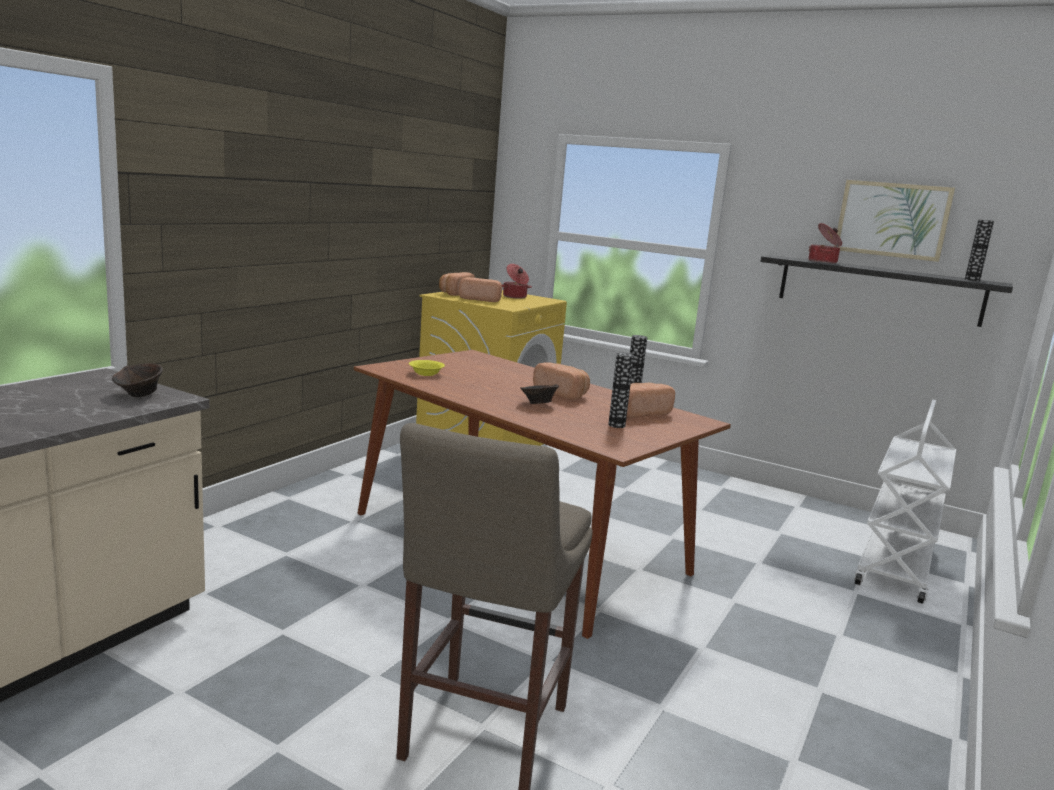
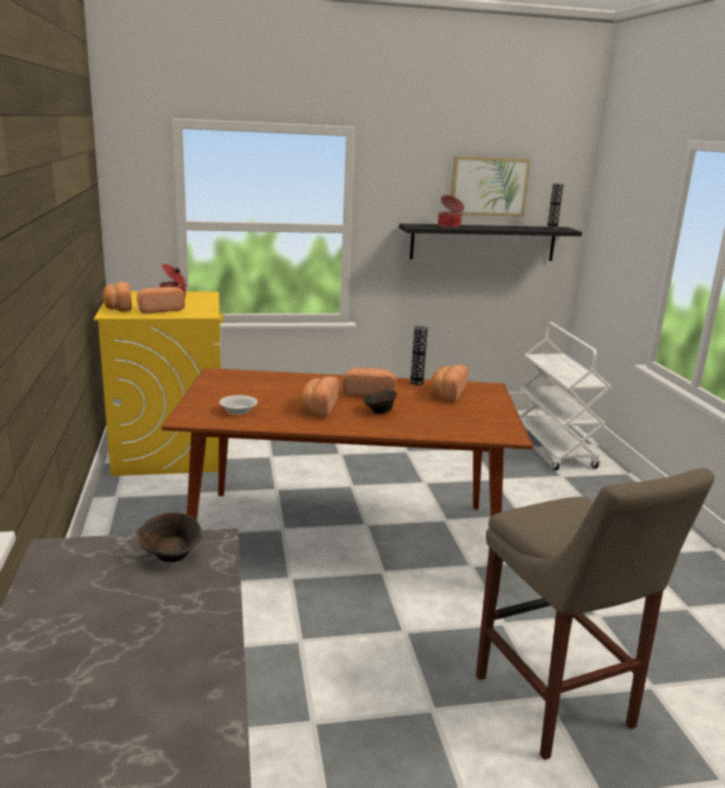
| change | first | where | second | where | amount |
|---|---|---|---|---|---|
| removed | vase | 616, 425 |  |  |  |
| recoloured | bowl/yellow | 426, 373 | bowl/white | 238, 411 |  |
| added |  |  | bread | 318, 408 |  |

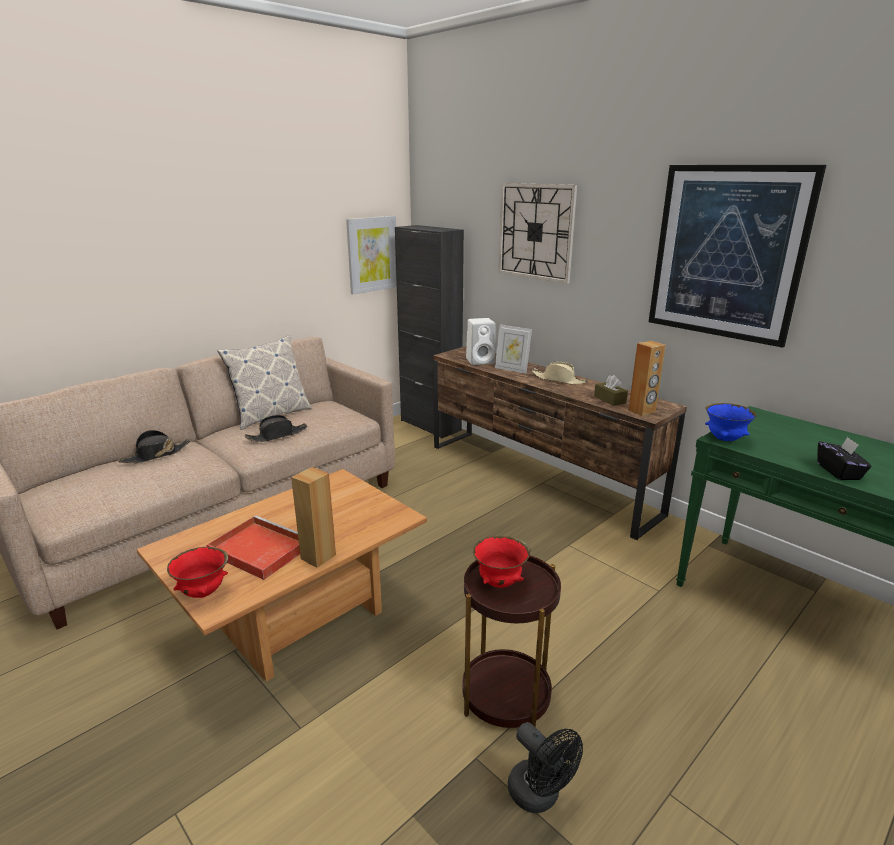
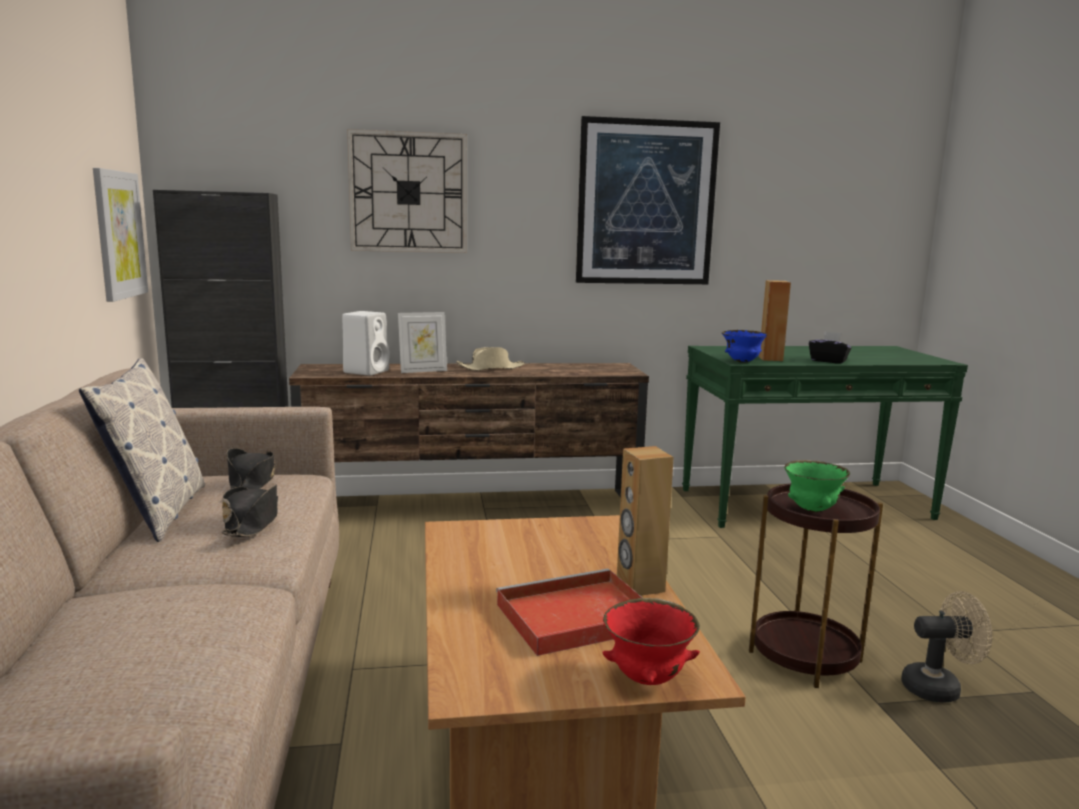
| change | first | where | second | where | amount |
|---|---|---|---|---|---|
| moved | speaker/brown | 642, 411 |  | 771, 359 |  |
| removed | tissue box/brown | 609, 399 |  |  |  |
| moved | hat/black | 156, 455 |  | 252, 482 |  |
| recoloured | bowl/red | 500, 583 | bowl/green | 812, 510 |  |
| recoloured | fan/black | 540, 796 | fan/beige | 939, 688 |  |

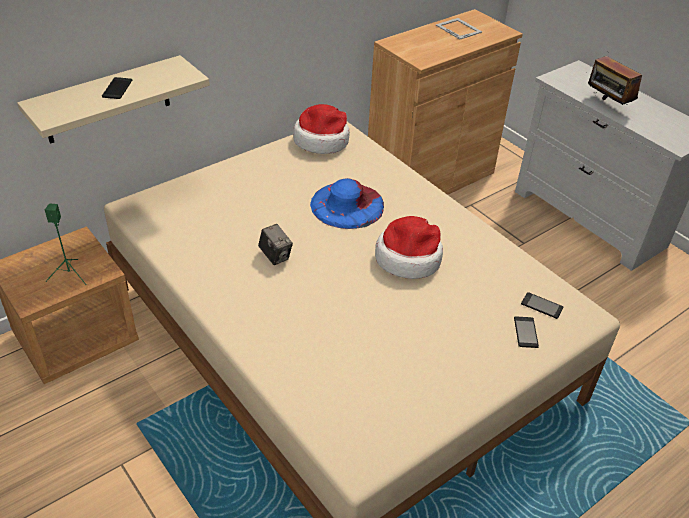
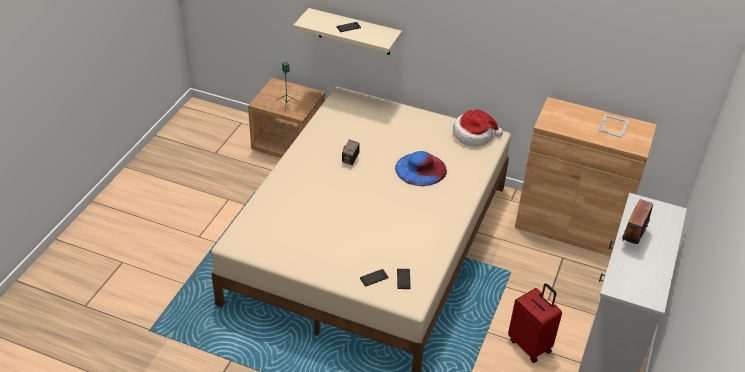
| change | first | where | second | where | amount |
|---|---|---|---|---|---|
| removed | hat | 408, 258 |  |  |  |
| added |  |  | suitcase/red | 530, 345 |  |

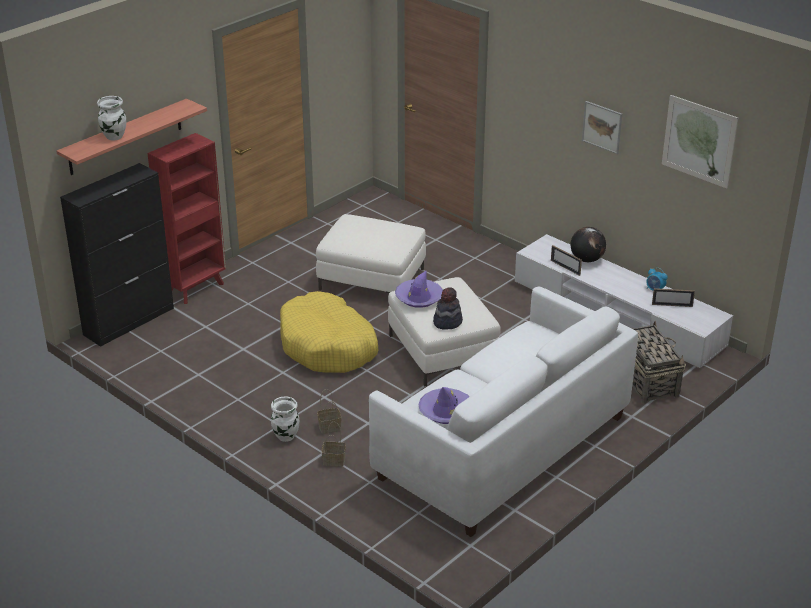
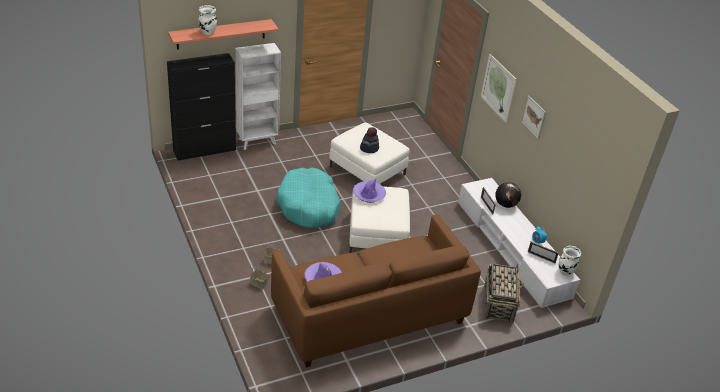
| change | first | where | second | where | amount |
|---|---|---|---|---|---|
| moved | picture | 699, 141 |  | 498, 88 |  |
| recoloured | bookcase/red | 196, 288 | bookcase/white | 258, 141 |  |
| recoloured | sofa/white | 503, 447 | sofa/brown | 369, 314 |  |
| moved | hat | 447, 322 |  | 369, 148 |  |
| recoloured | dog bed/yellow | 328, 346 | dog bed/turquoise | 309, 206 |  |
| moved | vase/white | 286, 436 |  | 565, 272 |  |

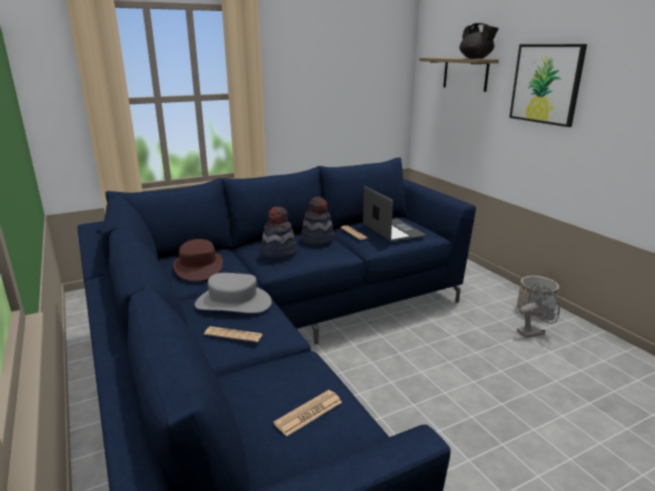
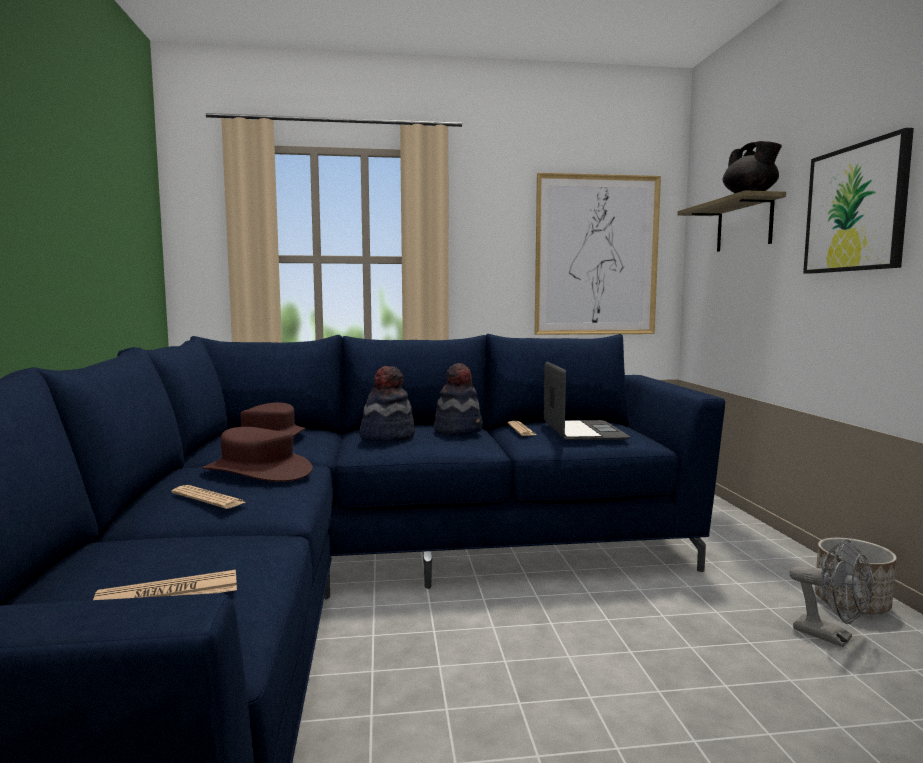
| change | first | where | second | where | amount |
|---|---|---|---|---|---|
| recoloured | hat/grey | 233, 303 | hat/brown | 258, 471 |  |
| turned | fan/grey | 534, 332 |  | 831, 637 | 45 degrees clockwise |
| added |  |  | picture | 596, 255 |  |

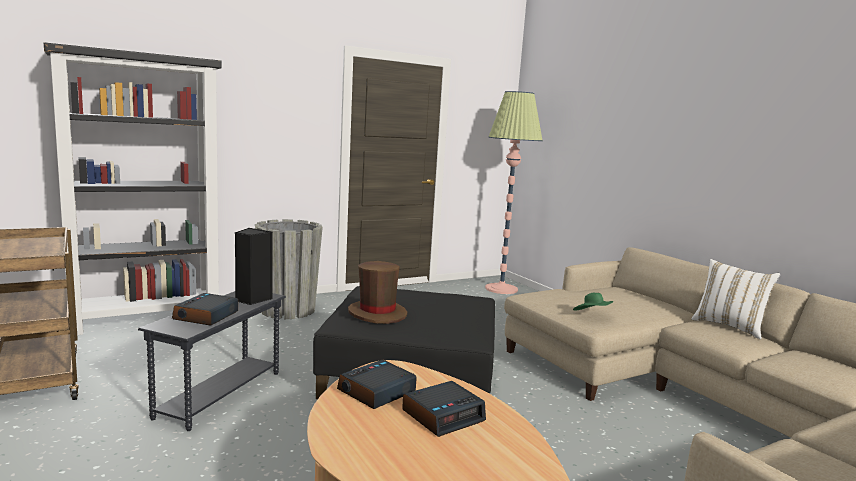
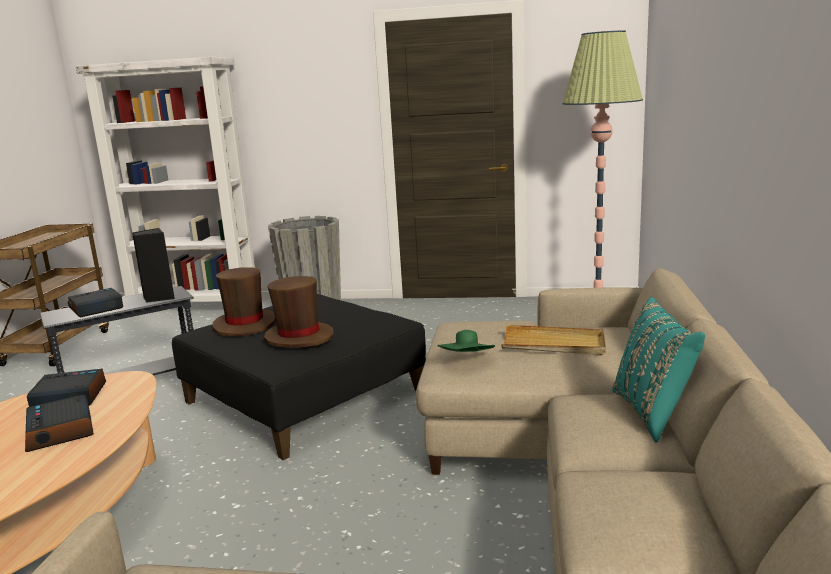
| change | first | where | second | where | amount |
|---|---|---|---|---|---|
| recoloured | bookcase/black | 147, 319 | bookcase/white | 196, 308 |  |
| recoloured | pillow/white | 729, 326 | pillow/turquoise | 653, 413 |  |
| turned | alarm clock | 443, 415 |  | 61, 431 | 60 degrees clockwise |
| added |  |  | hat/brown | 299, 337 |  |
| added |  |  | tray/beige | 553, 344 |  |

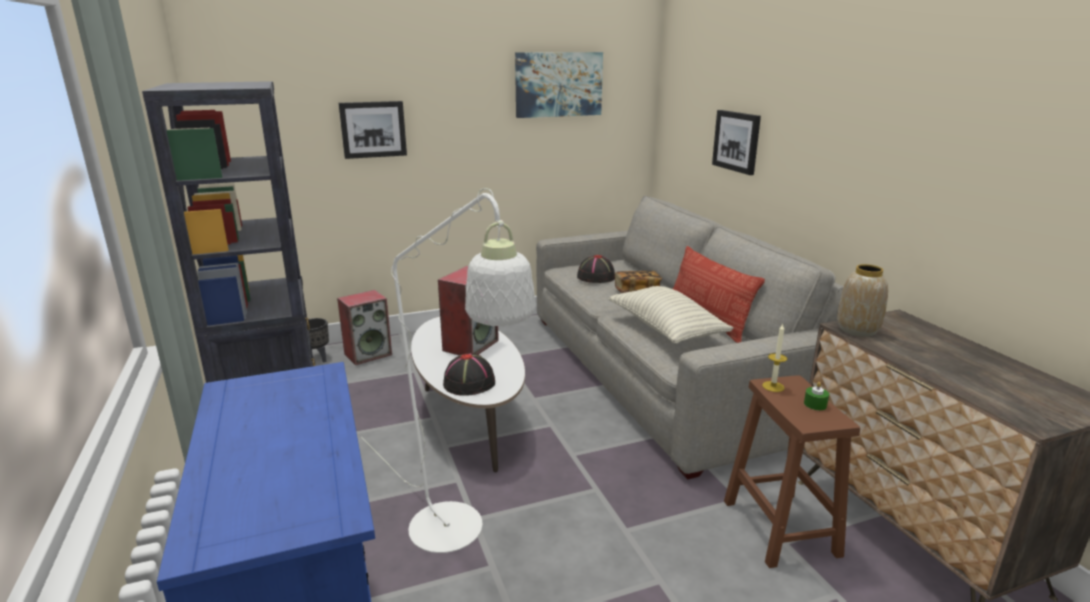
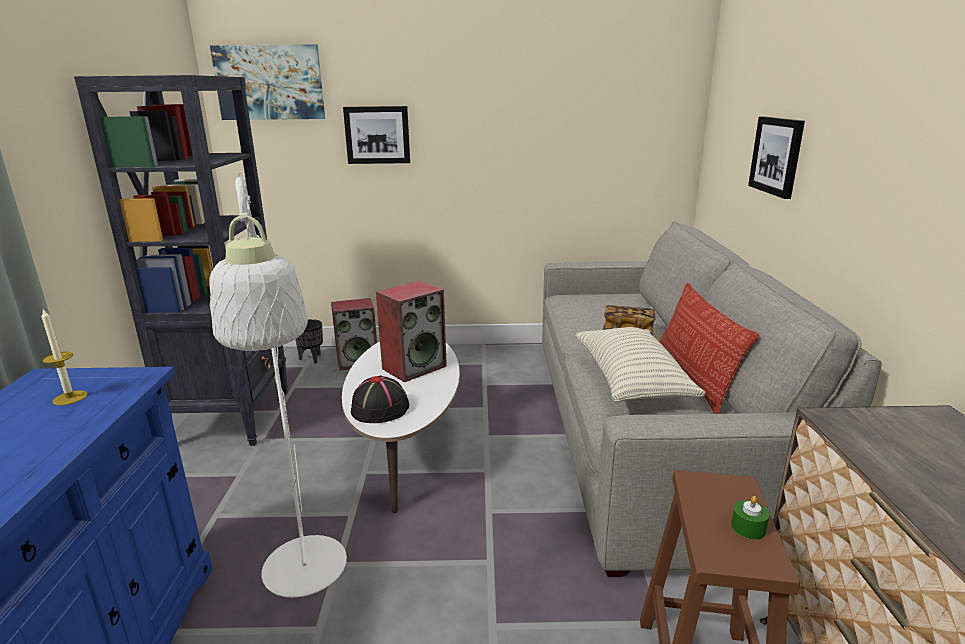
| change | first | where | second | where | amount |
|---|---|---|---|---|---|
| moved | picture | 558, 84 |  | 270, 83 |  |
| removed | hat/black | 595, 277 |  |  |  |
| removed | vase | 858, 330 |  |  |  |
| moved | candle | 773, 386 |  | 70, 398 |  |

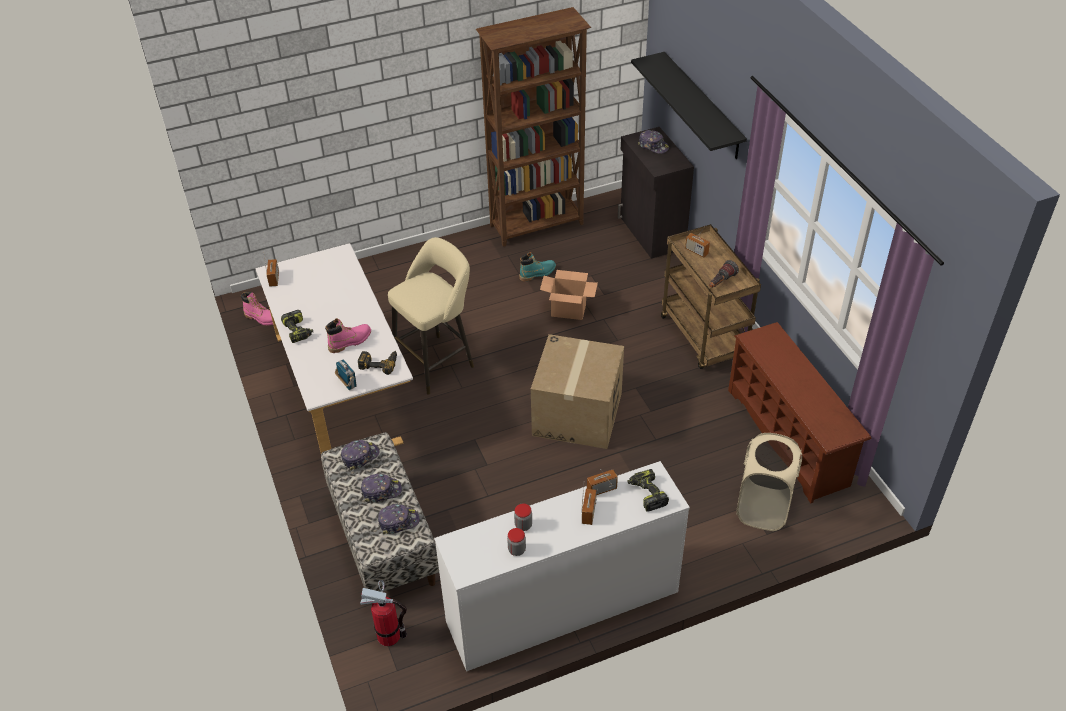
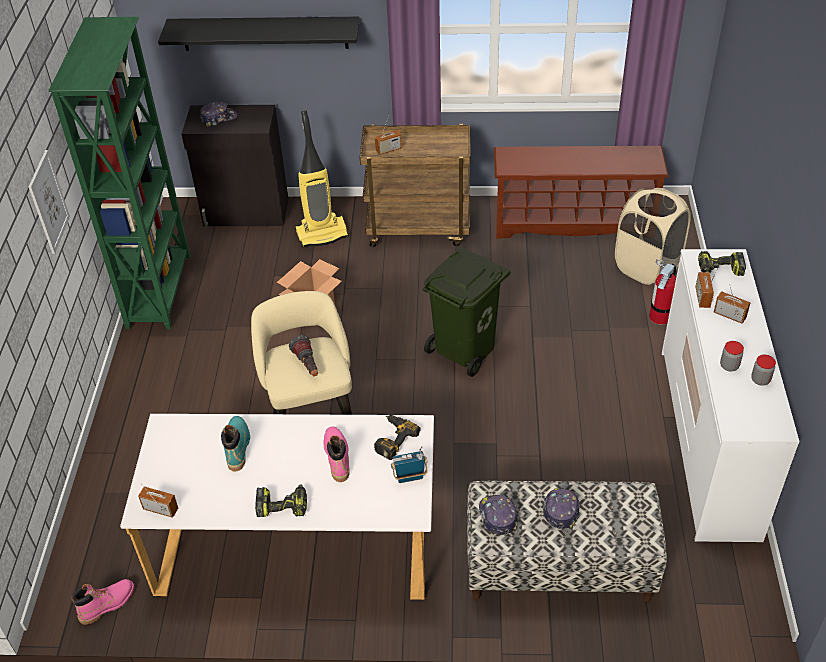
| change | first | where | second | where | amount |
|---|---|---|---|---|---|
| recoloured | bookcase/brown | 537, 225 | bookcase/green | 160, 290 |  |
| moved | boot/turquoise | 537, 273 |  | 237, 446 |  |
| moved | flashlight | 721, 282 |  | 307, 365 |  |
| replaced | cardboard box | 577, 414 | trash can/green | 465, 350 |  |
| removed | cap | 398, 521 |  |  |  |
| moved | fire extinguisher | 389, 635 |  | 660, 316 |  |
| added |  |  | vacuum cleaner | 322, 233 |  |
| added |  |  | picture | 48, 202 |  |

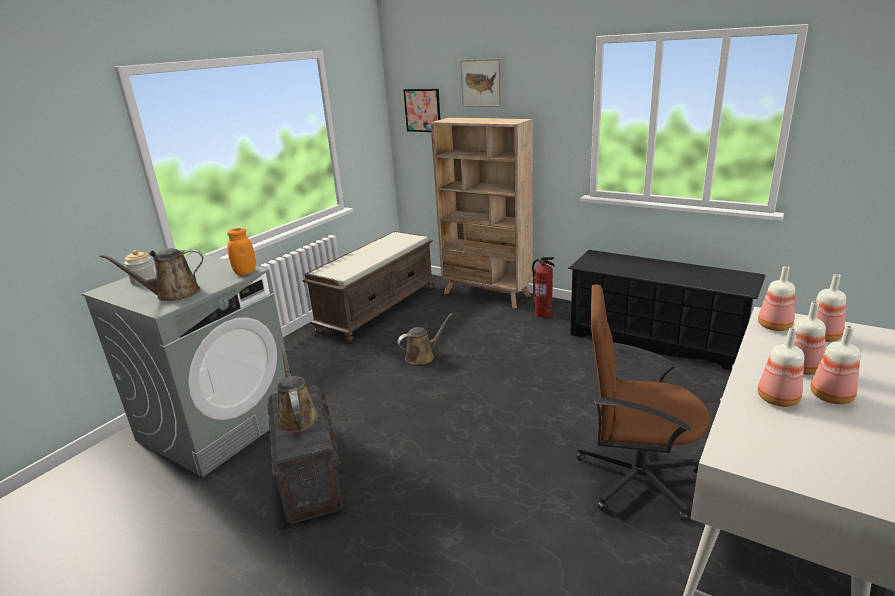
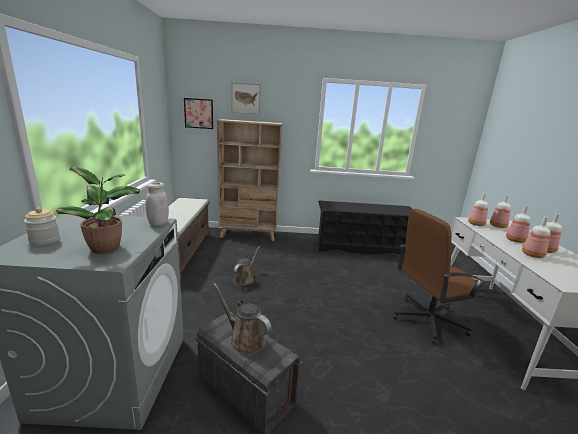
| change | first | where | second | where | amount |
|---|---|---|---|---|---|
| recoloured | jar/orange | 245, 272 | jar/white | 158, 223 |  |
| replaced | watering can/brown | 173, 294 | potted plant | 107, 248 |  |
| removed | fire extinguisher | 543, 314 |  |  |  |

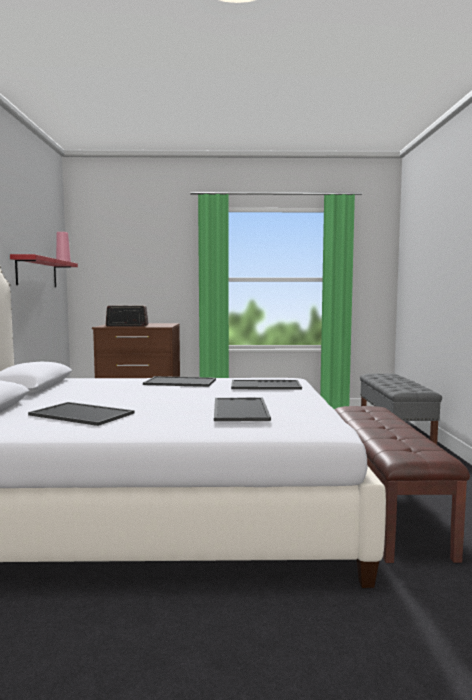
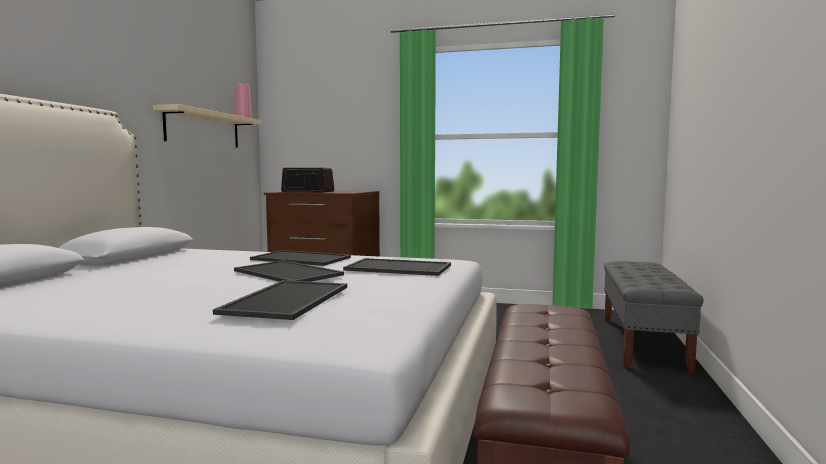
| change | first | where | second | where | amount |
|---|---|---|---|---|---|
| recoloured | shelf/red | 37, 272 | shelf/beige | 203, 129 |  |
| moved | tray | 83, 414 |  | 290, 273 |  |

